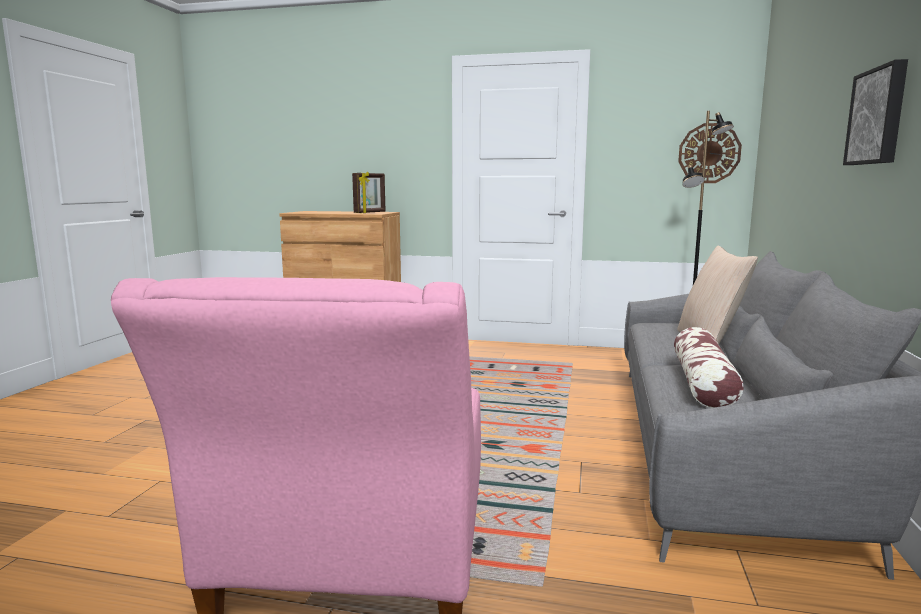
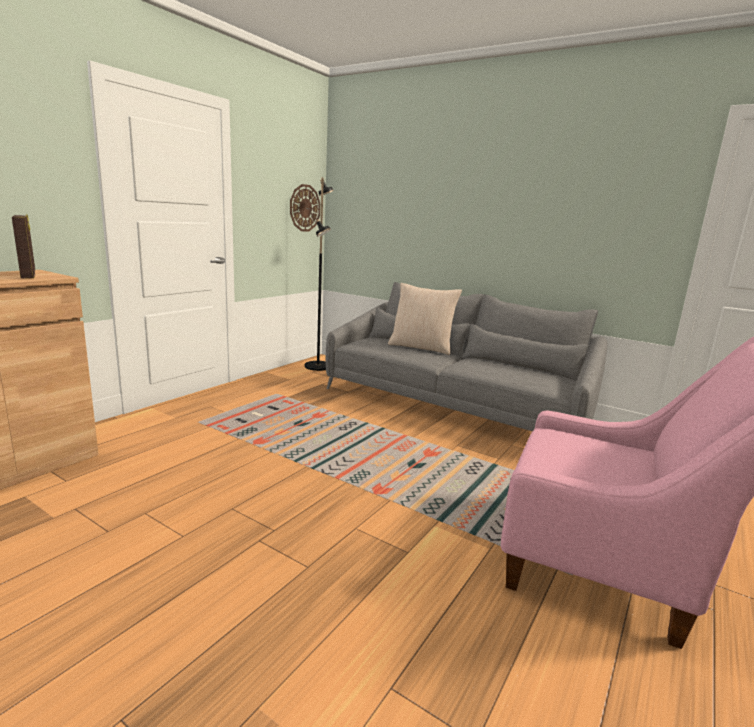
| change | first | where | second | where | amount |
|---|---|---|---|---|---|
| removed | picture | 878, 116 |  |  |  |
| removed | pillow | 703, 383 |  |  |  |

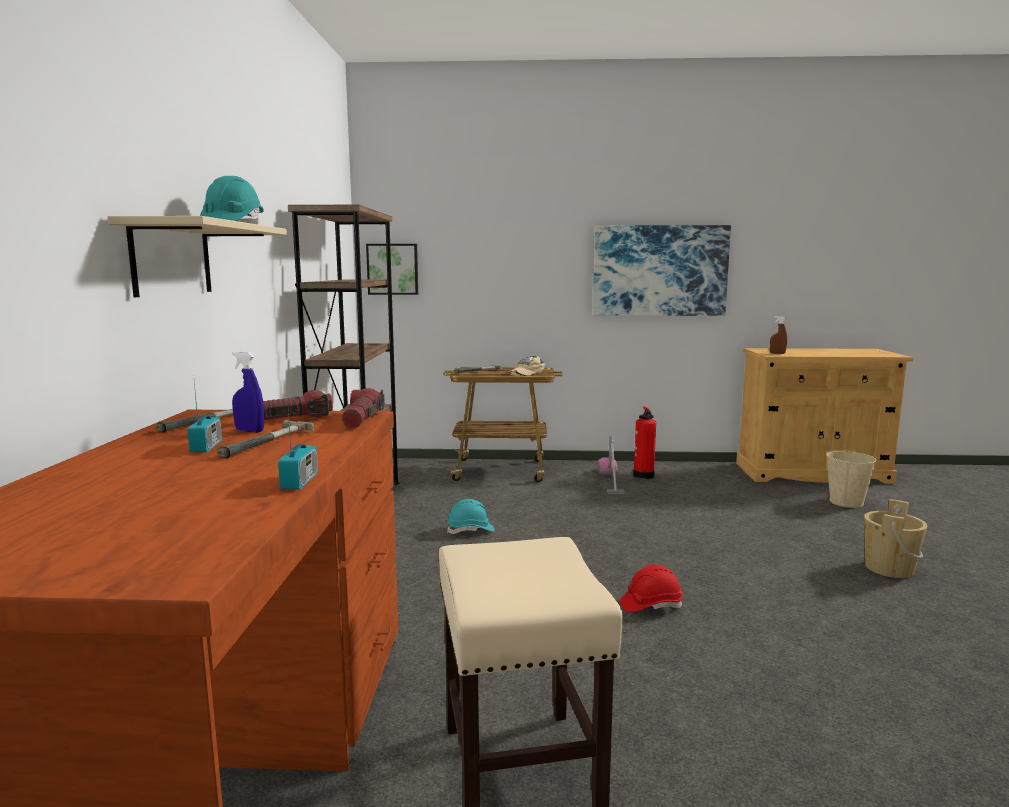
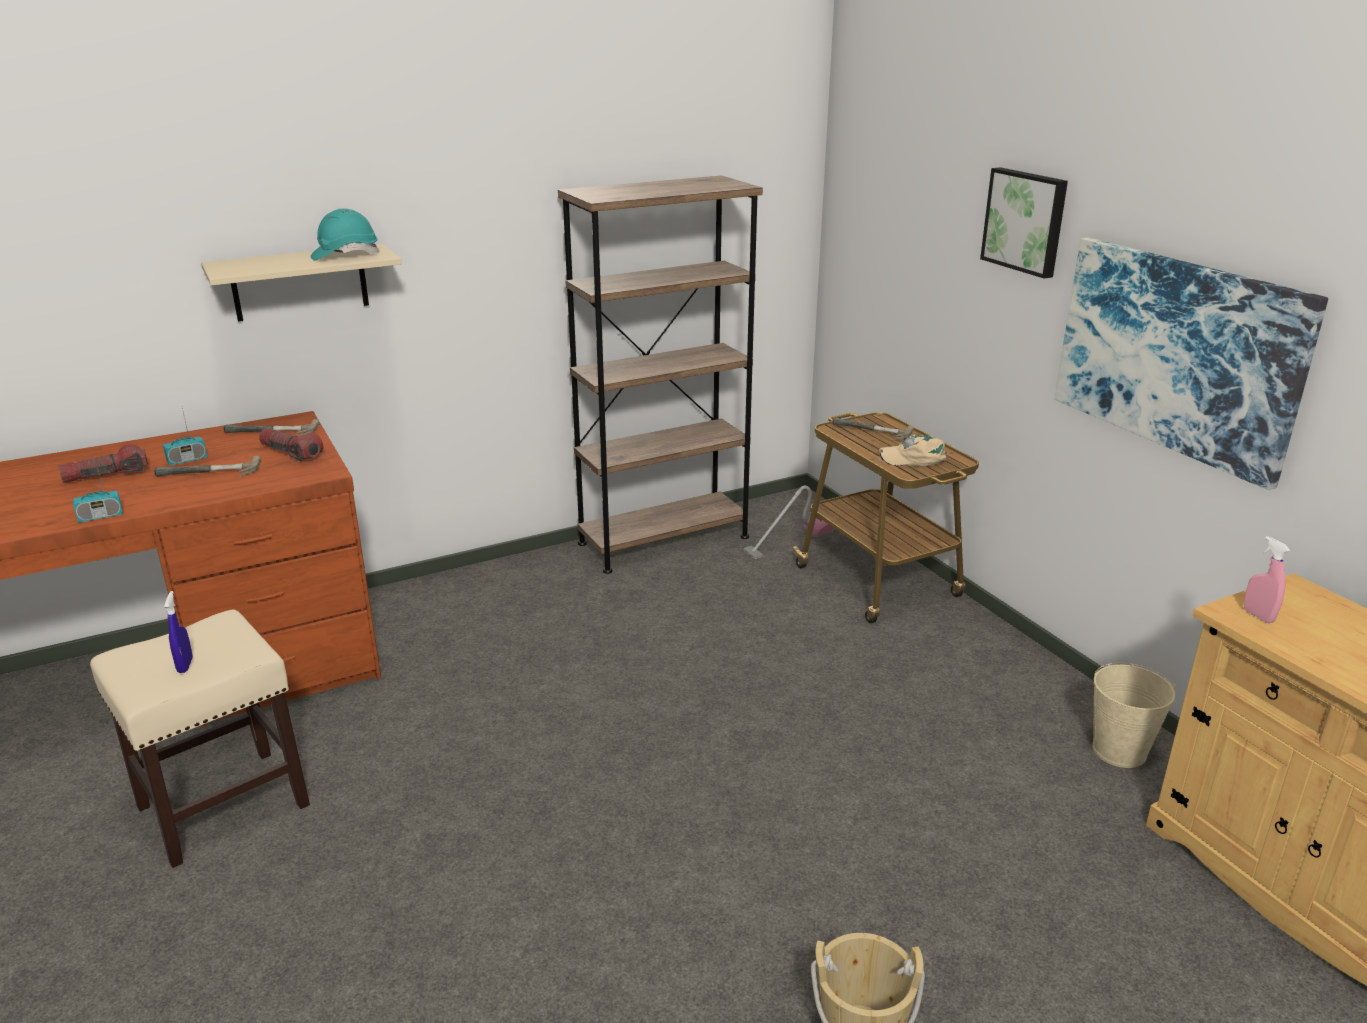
| change | first | where | second | where | amount |
|---|---|---|---|---|---|
| moved | picture | 393, 269 |  | 1026, 221 |  |
| recoloured | spray bottle/brown | 777, 353 | spray bottle/pink | 1258, 616 |  |
| moved | spray bottle/blue | 249, 431 |  | 185, 665 |  |
| moved | flashlight | 362, 420 |  | 106, 475 |  |
| removed | fire extinguisher | 644, 475 |  |  |  |
| moved | vacuum cleaner | 610, 480 |  | 793, 542 |  |
| moved | bucket/beige | 846, 502 |  | 1119, 751 |  |
| removed | hard hat/turquoise | 471, 530 |  |  |  |
| removed | hard hat/red | 651, 605 |  |  |  |

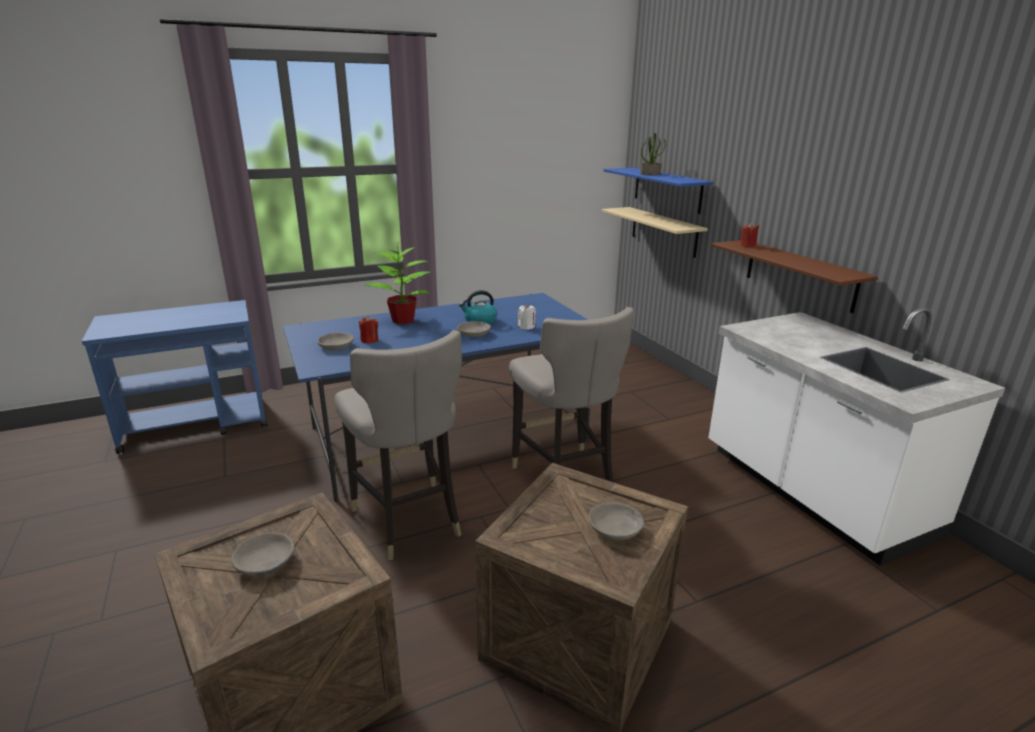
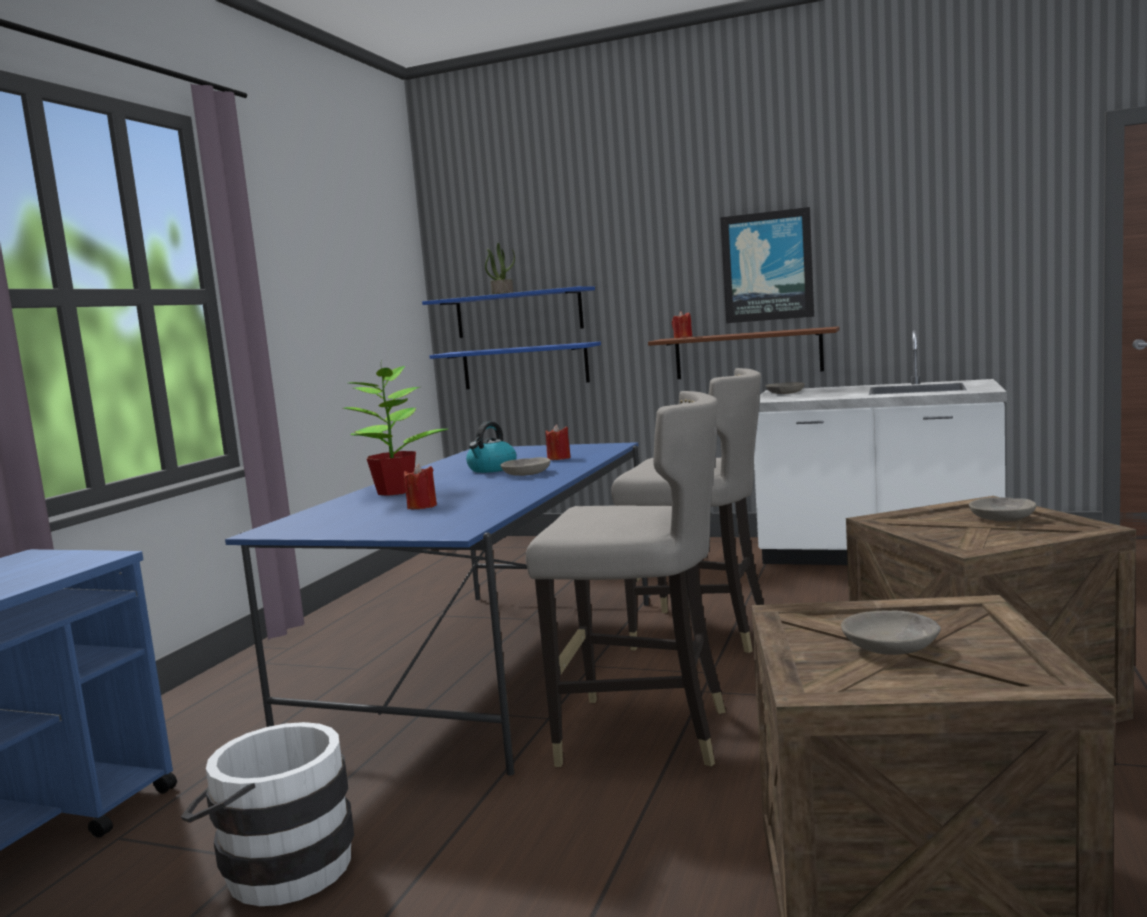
| change | first | where | second | where | amount |
|---|---|---|---|---|---|
| recoloured | shelf/beige | 663, 231 | shelf/blue | 525, 366 |  |
| recoloured | candle/white | 526, 327 | candle/red | 559, 458 |  |
| moved | bowl/grey | 336, 346 |  | 784, 393 |  |
| added |  |  | picture | 767, 266 |  |
| added |  |  | bucket/white | 277, 868 |  |

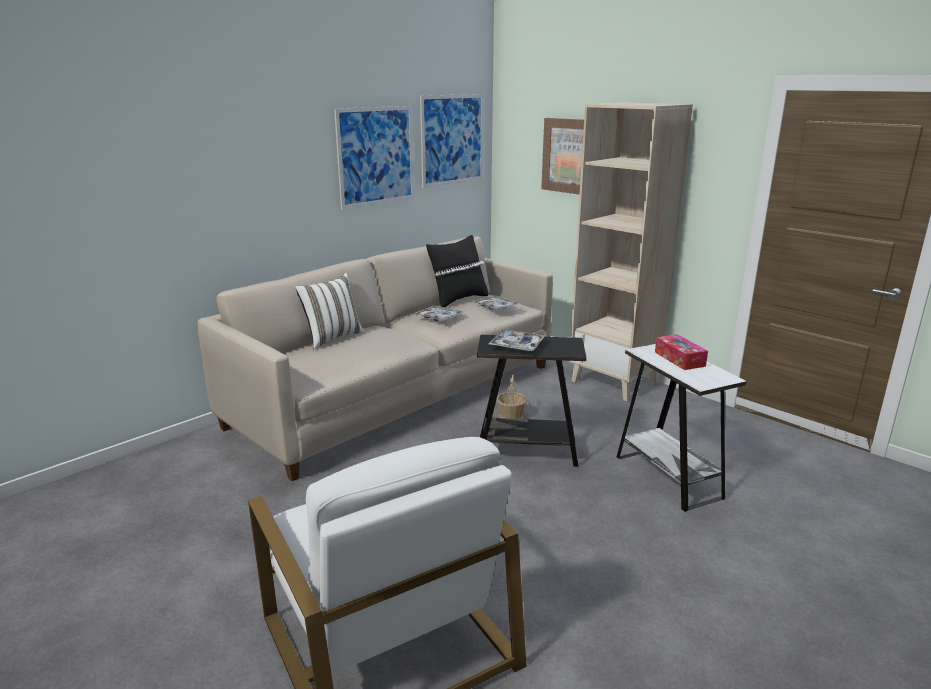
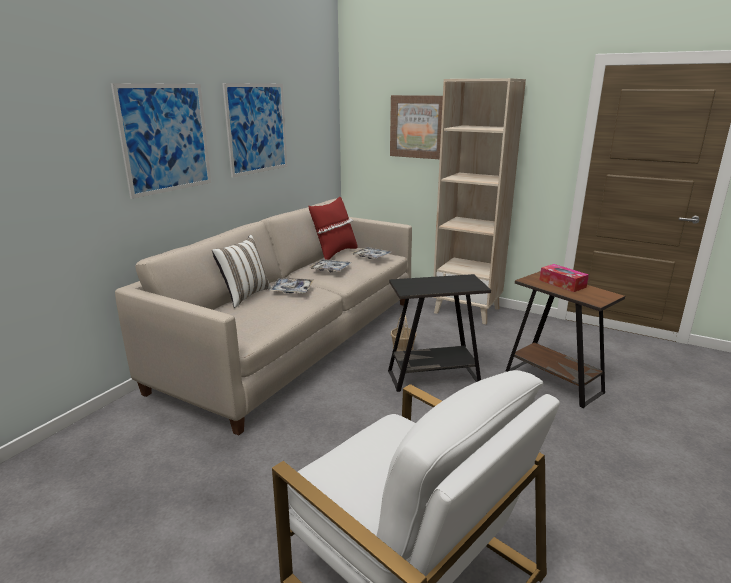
| change | first | where | second | where | amount |
|---|---|---|---|---|---|
| moved | picture | 452, 139 |  | 166, 138 |  |
| recoloured | pillow/black | 458, 300 | pillow/red | 334, 253 |  |
| moved | tray | 516, 346 |  | 292, 290 |  |
| recoloured | side table/white | 667, 477 | side table/brown | 553, 381 |  |

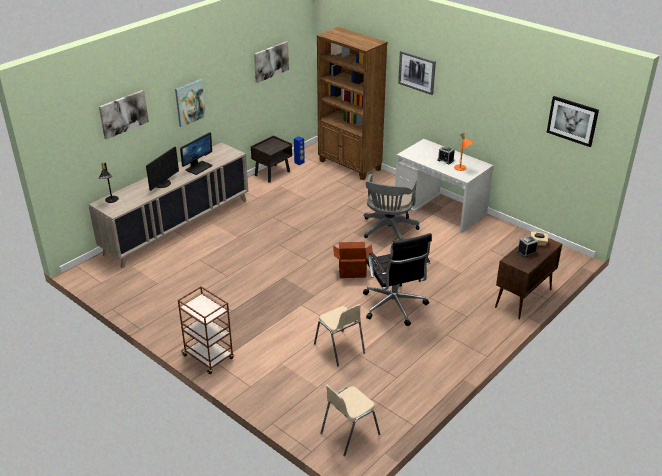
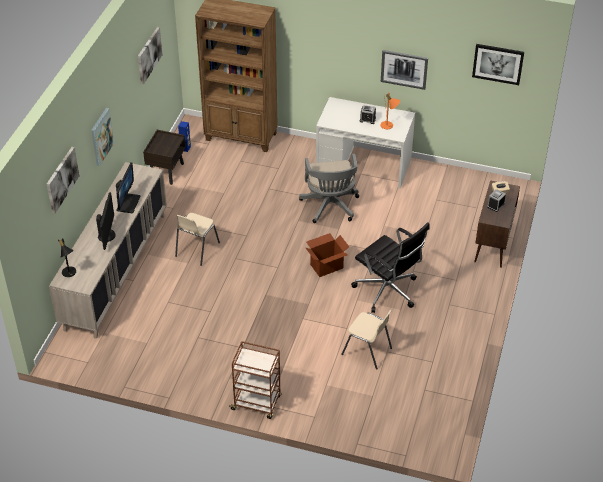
| change | first | where | second | where | amount |
|---|---|---|---|---|---|
| moved | picture | 417, 72 |  | 404, 69 |  |
| moved | chair/beige | 349, 433 |  | 196, 249 |  |

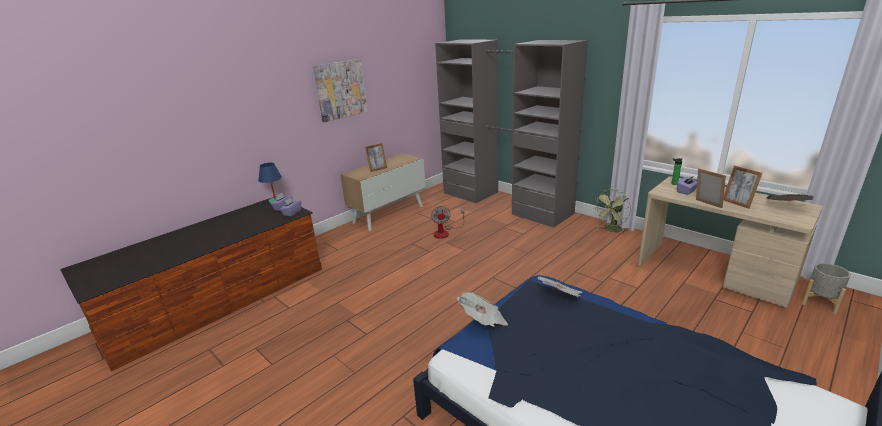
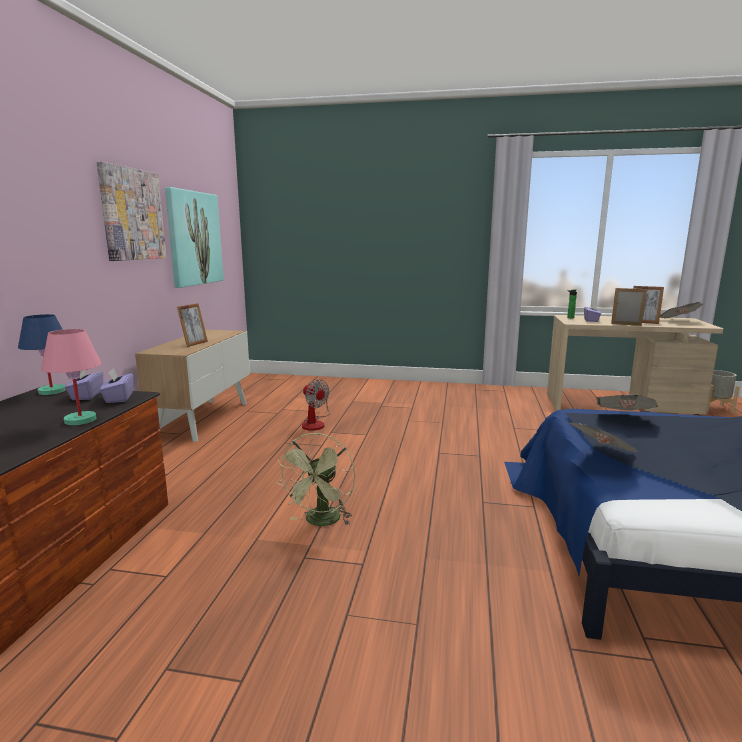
| change | first | where | second | where | amount |
|---|---|---|---|---|---|
| removed | wardrobe/grey | 505, 202 |  |  |  |
| moved | fan/green | 611, 230 |  | 321, 522 |  |
| added |  |  | picture | 194, 238 |  |
| added |  |  | table lamp/pink | 79, 420 |  |

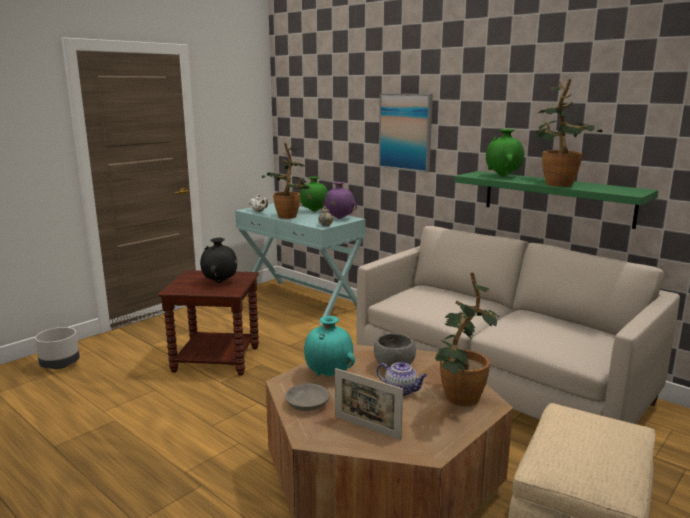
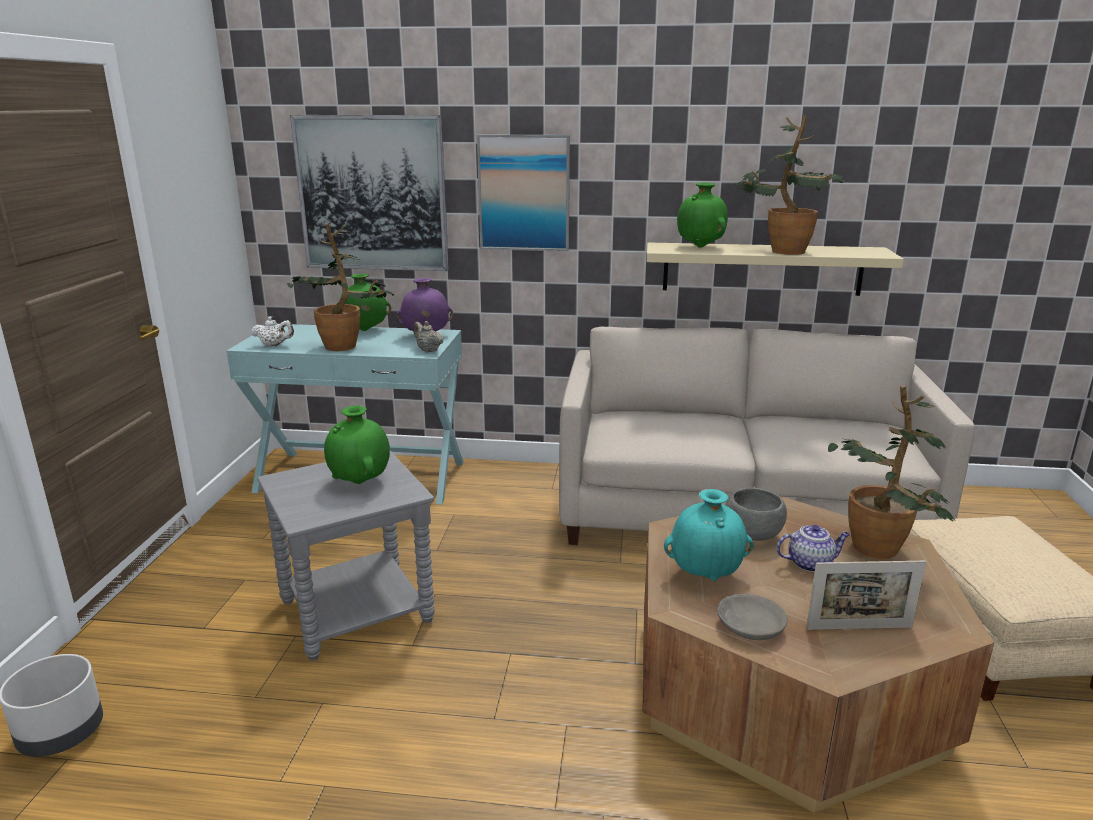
| change | first | where | second | where | amount |
|---|---|---|---|---|---|
| recoloured | shelf/green | 557, 198 | shelf/beige | 762, 268 |  |
| recoloured | vase/black | 220, 282 | vase/green | 360, 482 |  |
| recoloured | side table/brown | 217, 359 | side table/grey | 357, 611 |  |
| added |  |  | picture | 372, 194 |  |

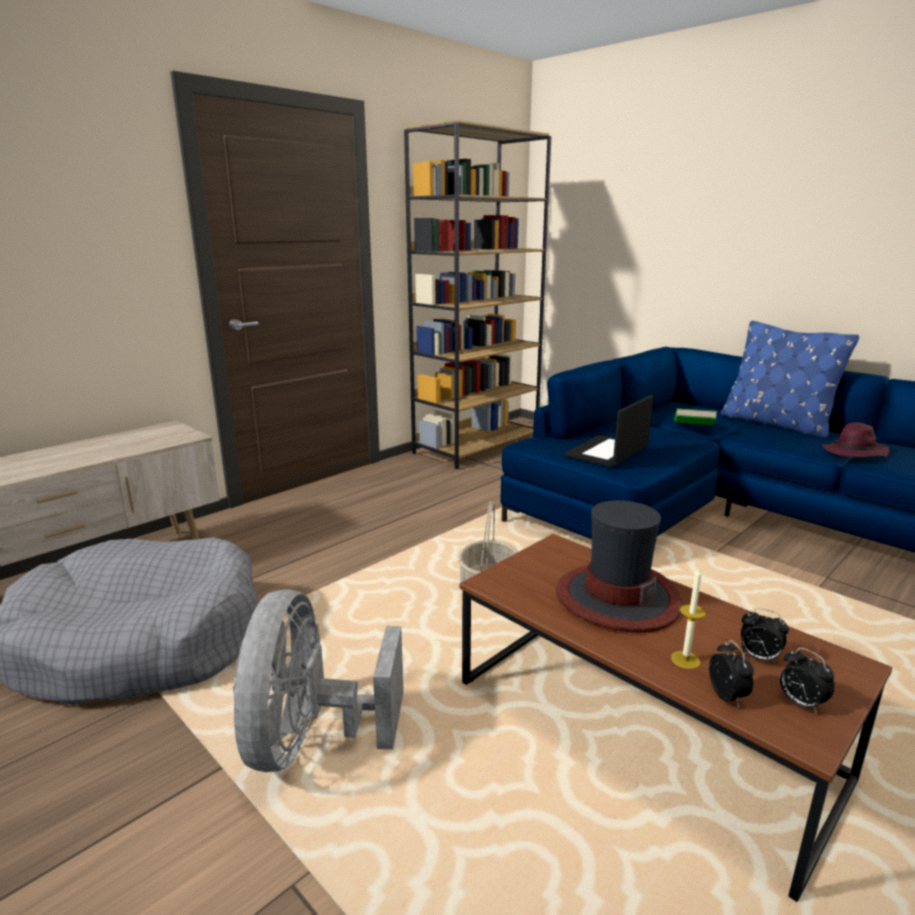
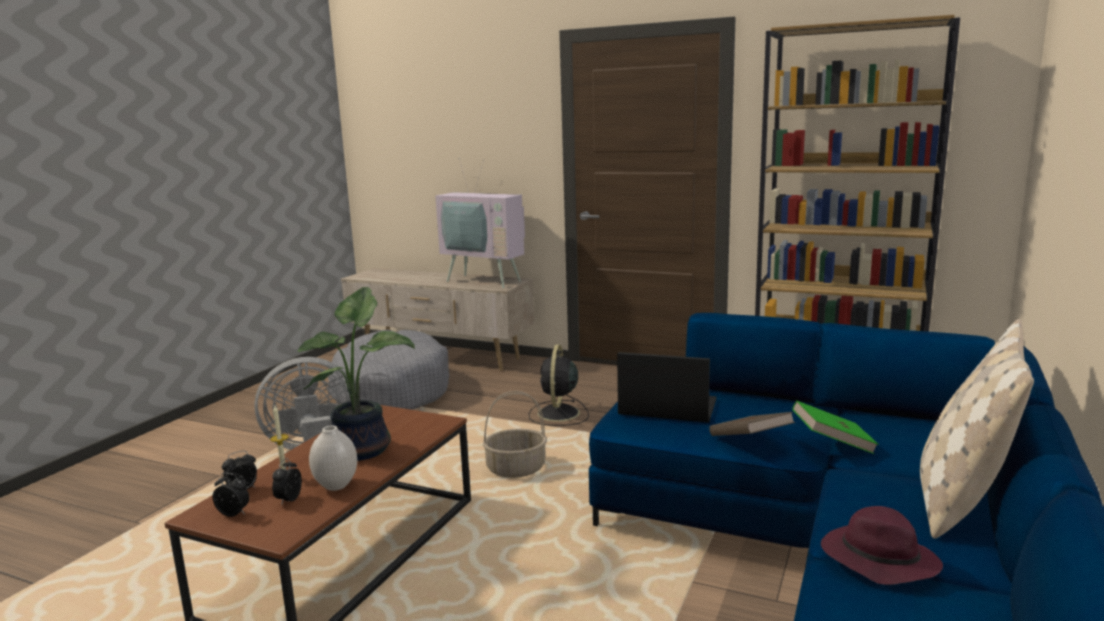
| change | first | where | second | where | amount |
|---|---|---|---|---|---|
| recoloured | pillow/blue | 776, 424 | pillow/beige | 962, 499 |  |
| replaced | hat | 616, 598 | potted plant | 364, 448 |  |
| turned | alarm clock | 800, 703 |  | 234, 514 | 75 degrees clockwise |
| added |  |  | television | 487, 280 |  |
| added |  |  | fan/black | 558, 414 |  |
| added |  |  | book/brown | 749, 441 |  |
| added |  |  | vase/white | 335, 486 |  |

